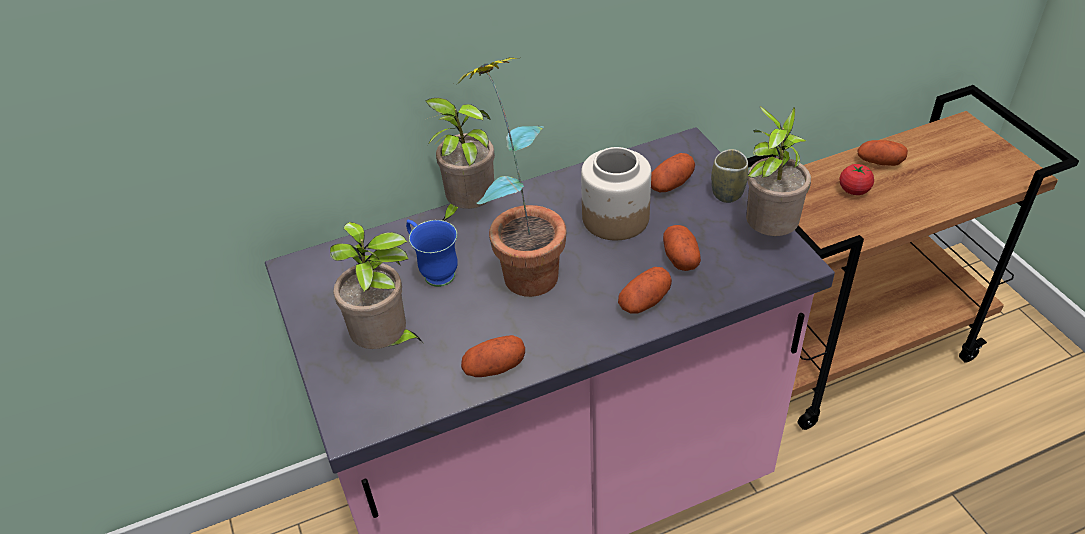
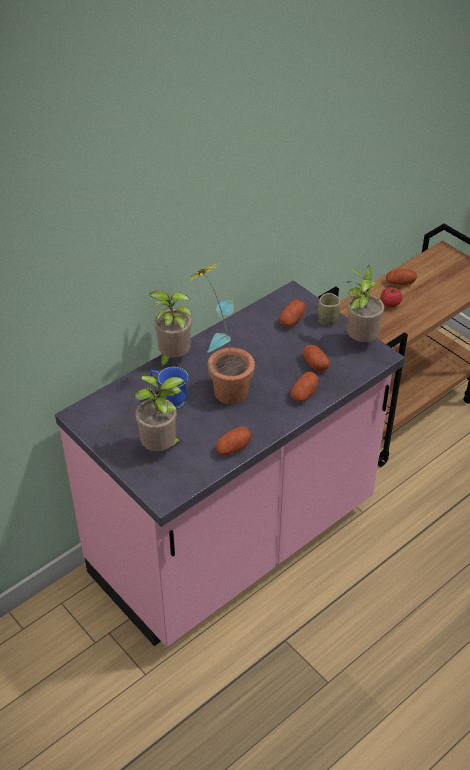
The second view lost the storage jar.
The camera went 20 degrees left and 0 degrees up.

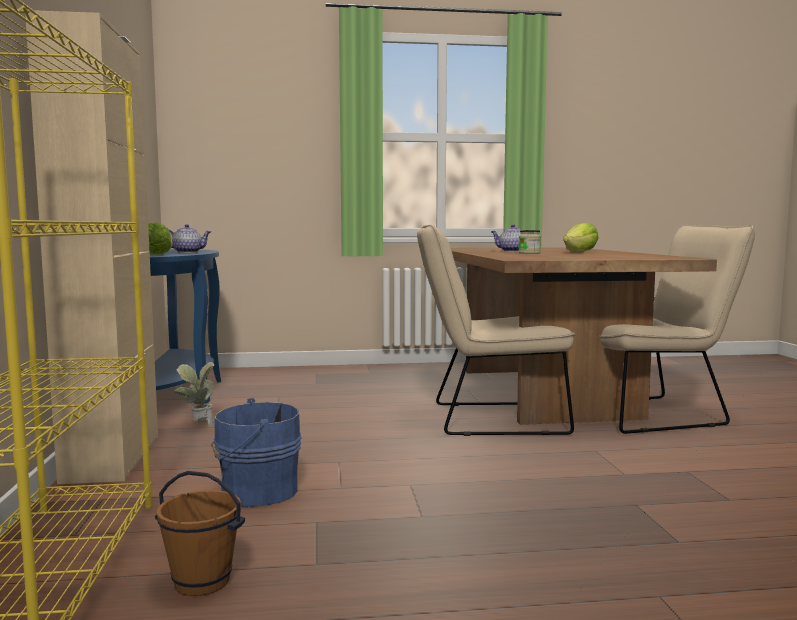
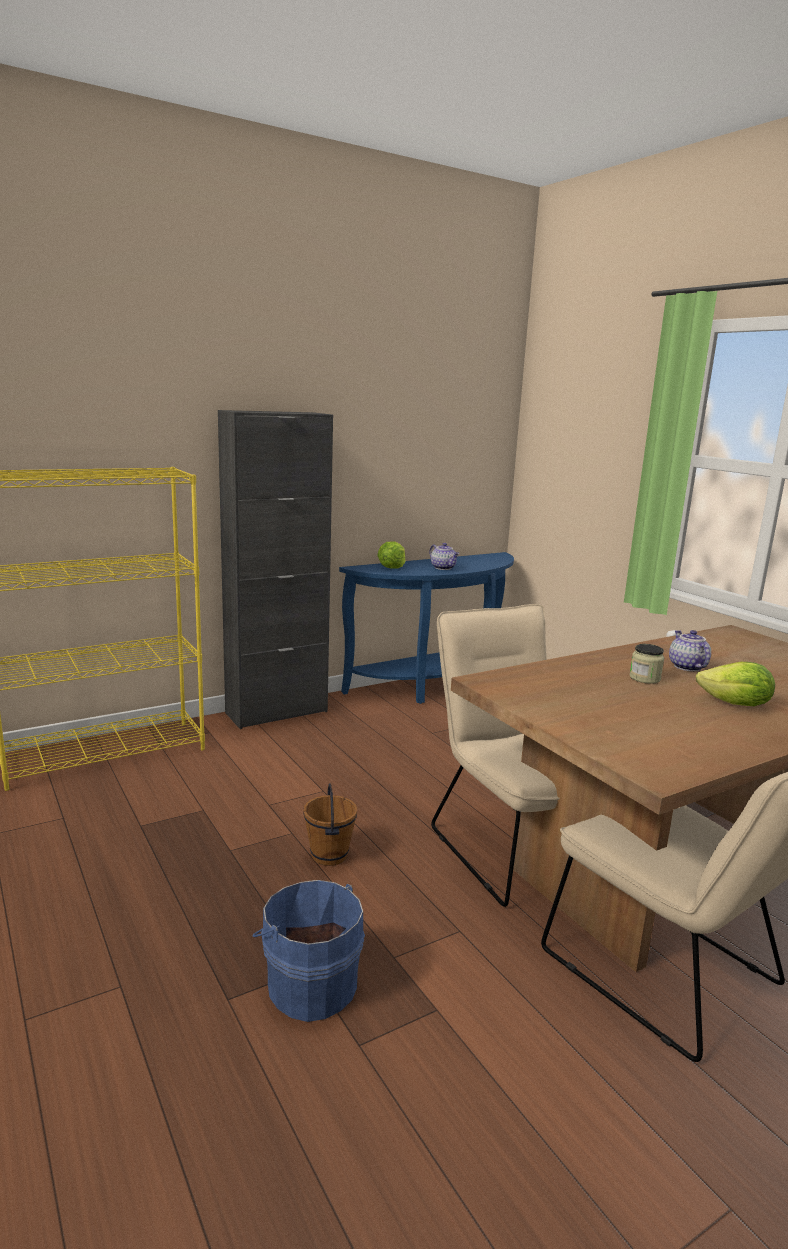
What was the beige-coloured cupboard turned into the black cupboard.
The second view lost the houseplant.
The bluish bucket ended up elsewhere.
The brown-coloured bucket ended up elsewhere.
The camera went 65 degrees right and 10 degrees up.

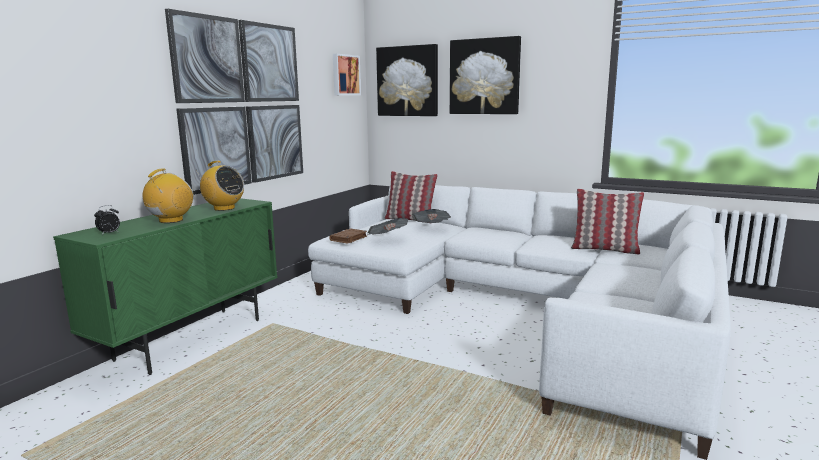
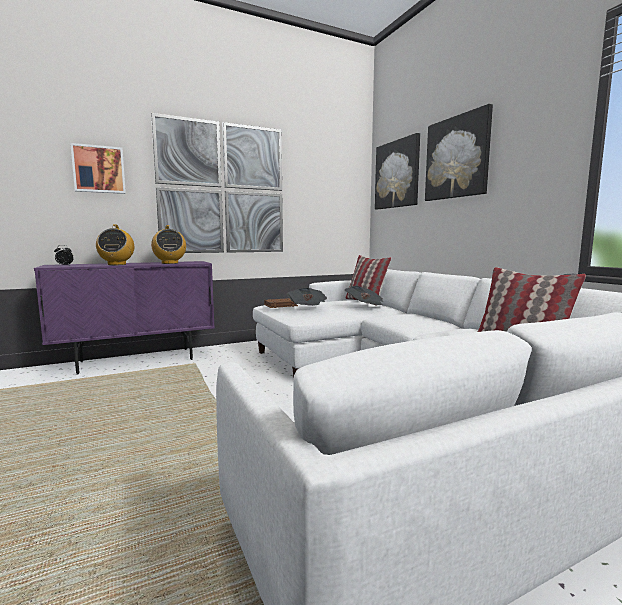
The picture (no. 2 from left in the first image) ended up elsewhere.
The radio receiver (no. 1 from left) ended up facing another way, 105 degrees clockwise from before.
What was the green-coloured cupboard turned into the purple cupboard.
The camera went 35 degrees right and 5 degrees down.

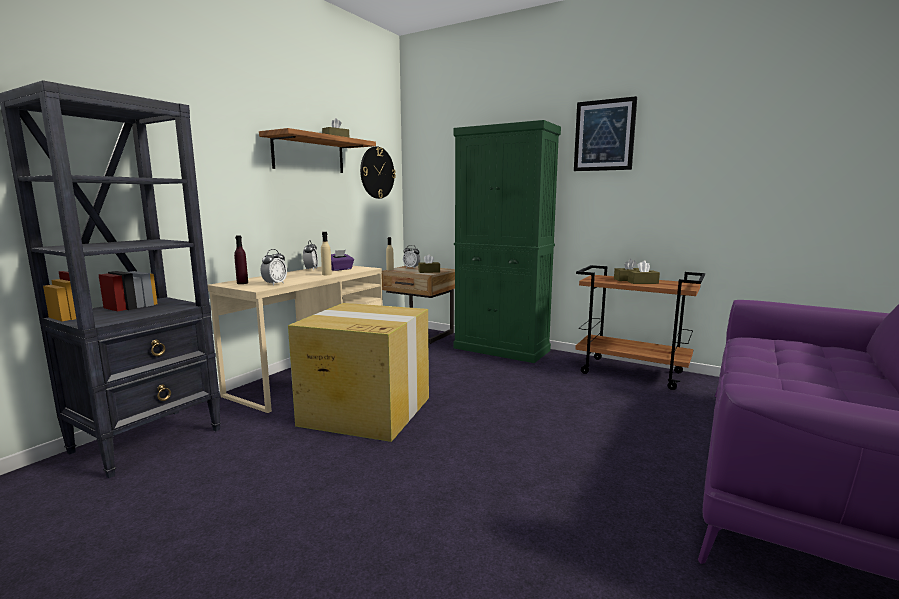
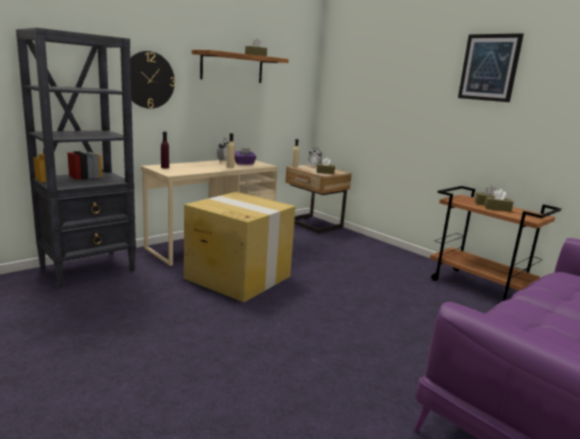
The second view lost the green-coloured cupboard.
The wall clock ended up elsewhere.
The second view lost the alarm clock (no. 1 from left).
The camera went 15 degrees right and 5 degrees up.

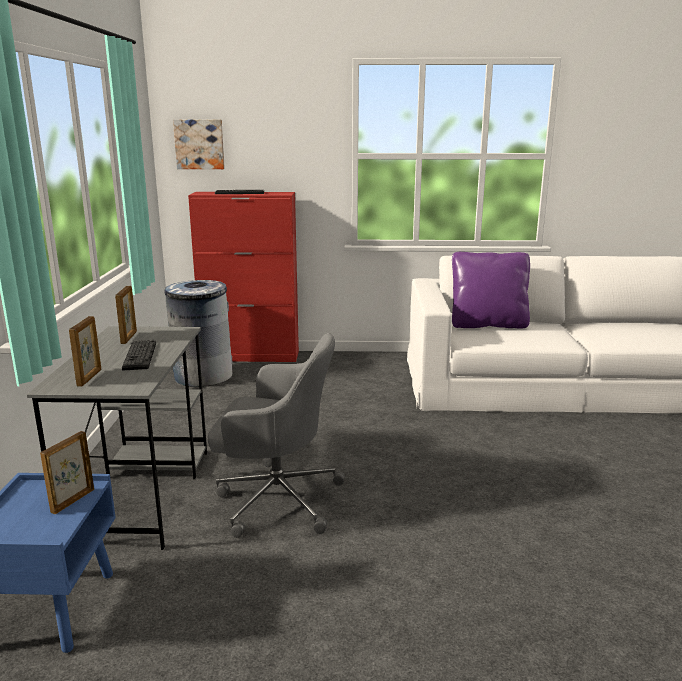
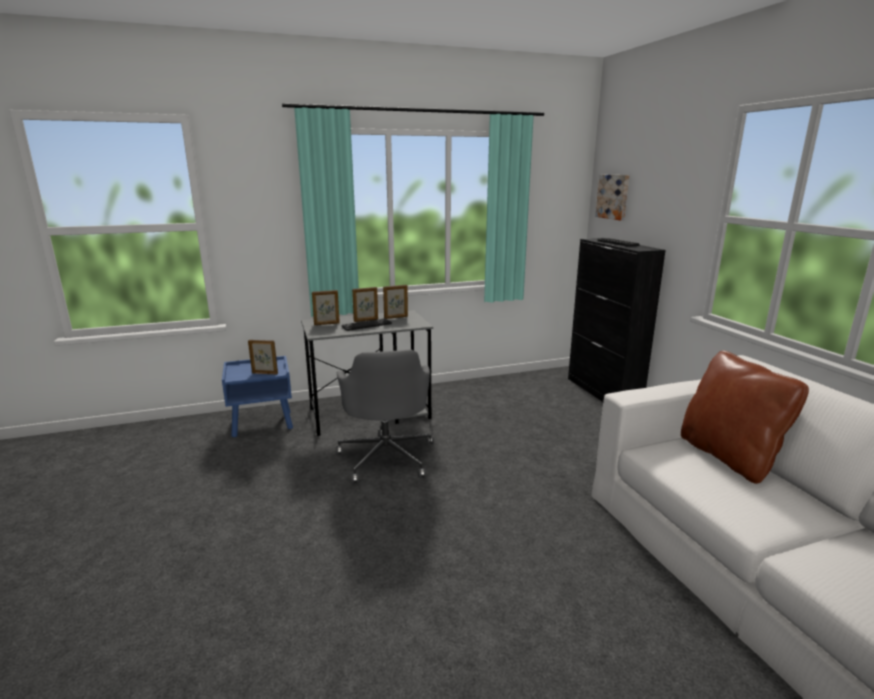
What was the red cupboard turned into the black cupboard.
What was the purple throw pillow turned into the brown-coloured throw pillow.
The second view lost the gray waste bin.
The second view gained the standing frame (no. 3 from left).
The camera went 70 degrees right and 0 degrees up.

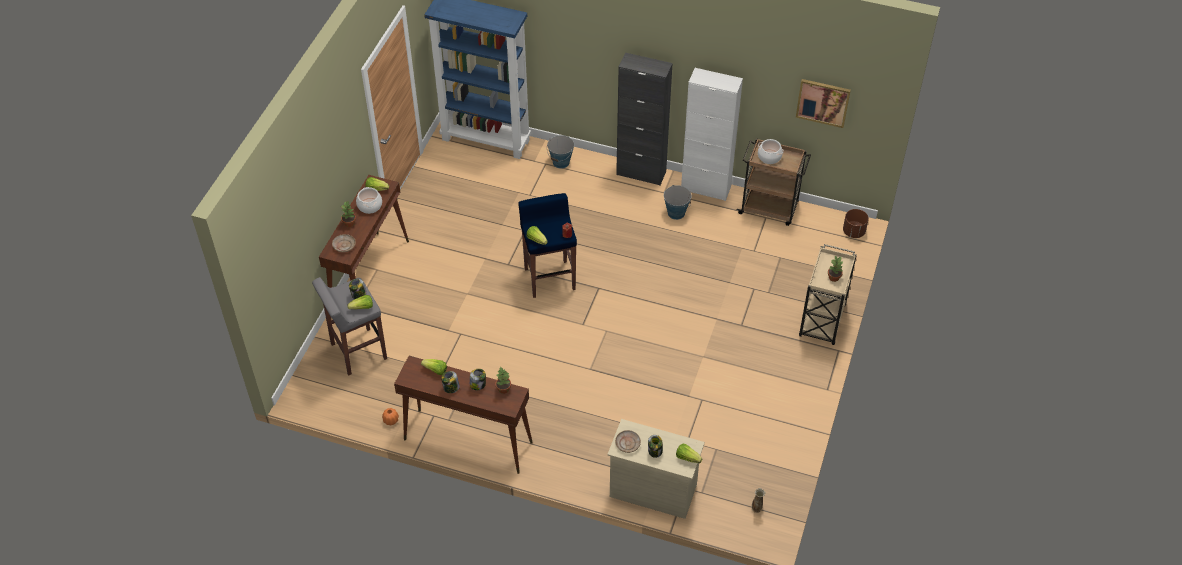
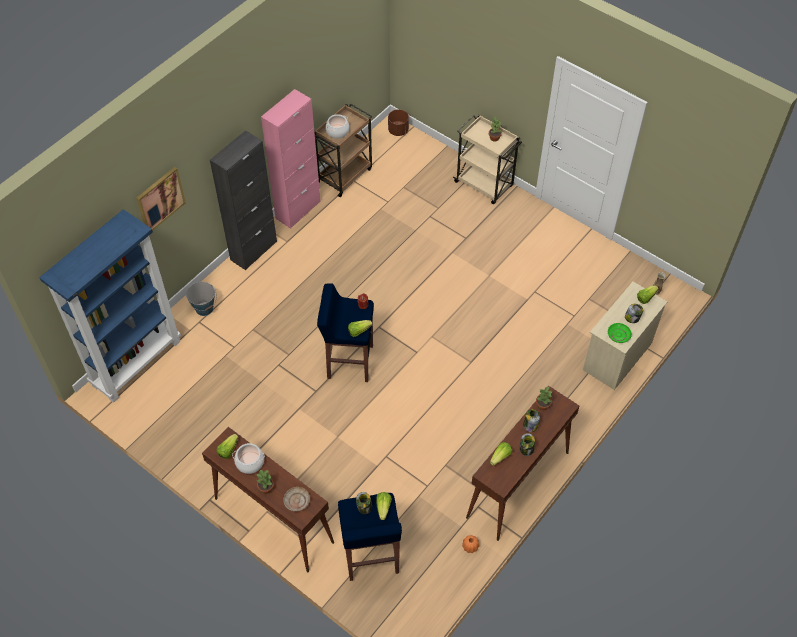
What was the white-coloured cupboard turned into the pinkish cupboard.
The picture ended up elsewhere.
The second view lost the bucket (no. 2 from left).
What was the gray sitting stool turned into the bluish sitting stool (no. 2 from left).
What was the beige-coloured dinner plate (no. 2 from left) turned into the green-coloured dinner plate.
The camera went 70 degrees left and 5 degrees up.

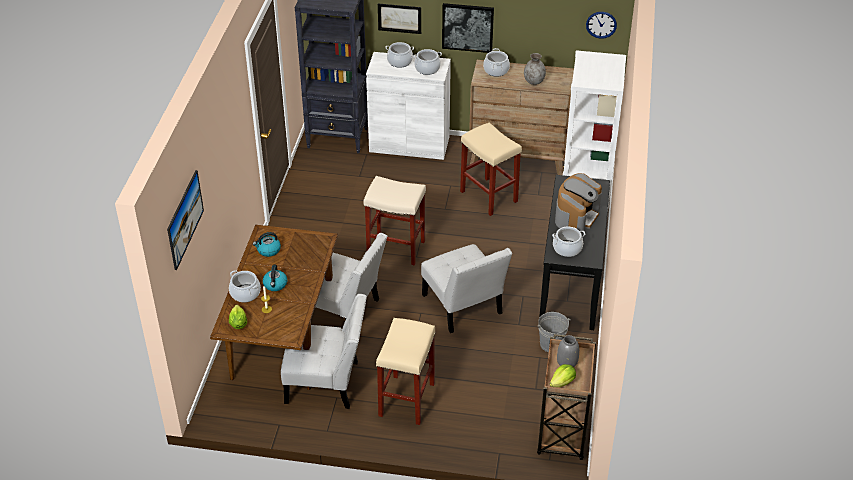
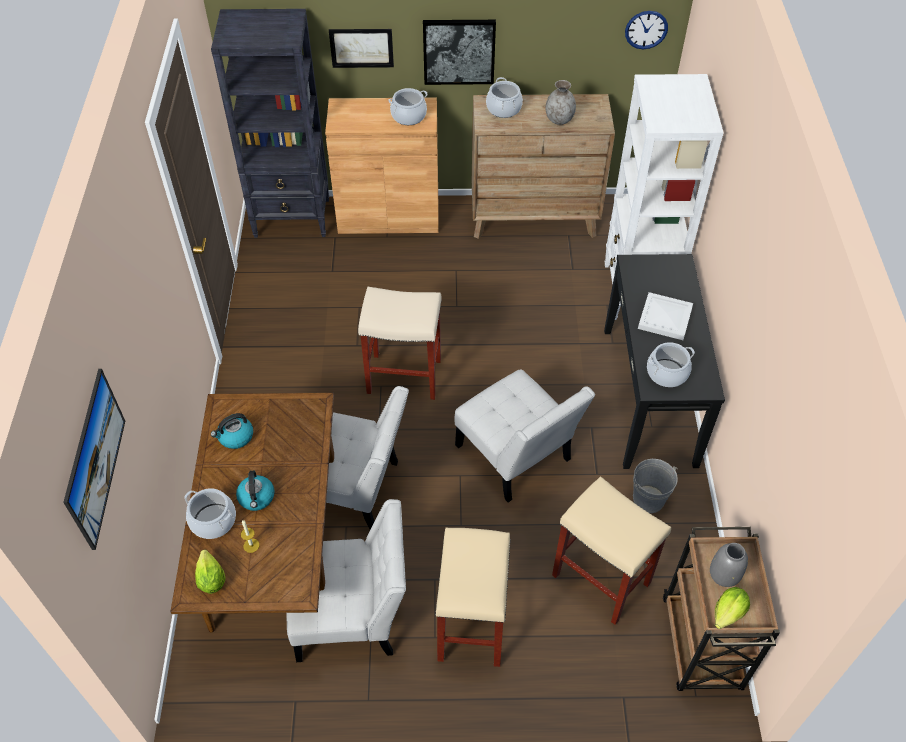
The second view lost the saucepot (no. 2 from left).
What was the white-coloured cupboard turned into the brown-coloured cupboard.
The beige-coloured sitting stool (no. 3 from left) ended up elsewhere.
Where the coffee machine stood, the white-coloured serving tray came to stand.
The camera went 10 degrees left and 10 degrees up.

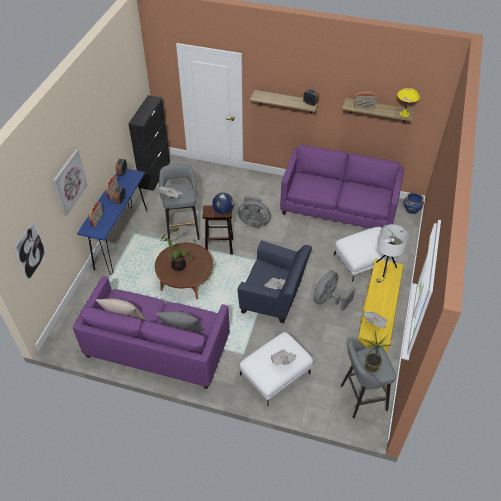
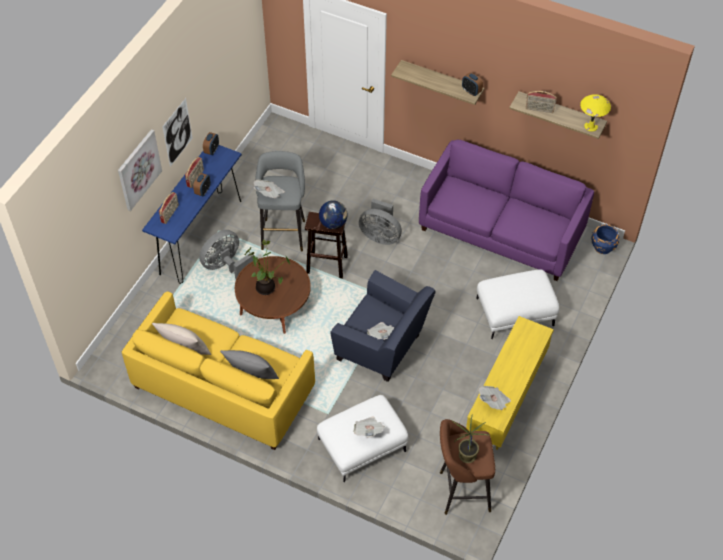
The second view lost the black cupboard.
The picture (no. 1 from left in the first image) ended up elsewhere.
The second view lost the white-coloured table lamp.
The gray fan (no. 2 from left in the first image) ended up elsewhere.
What was the purple settee (no. 1 from left) turned into the yellow settee.
What was the gray sitting stool (no. 2 from left) turned into the brown-coloured sitting stool (no. 2 from left).
The camera went 10 degrees right and 5 degrees up.

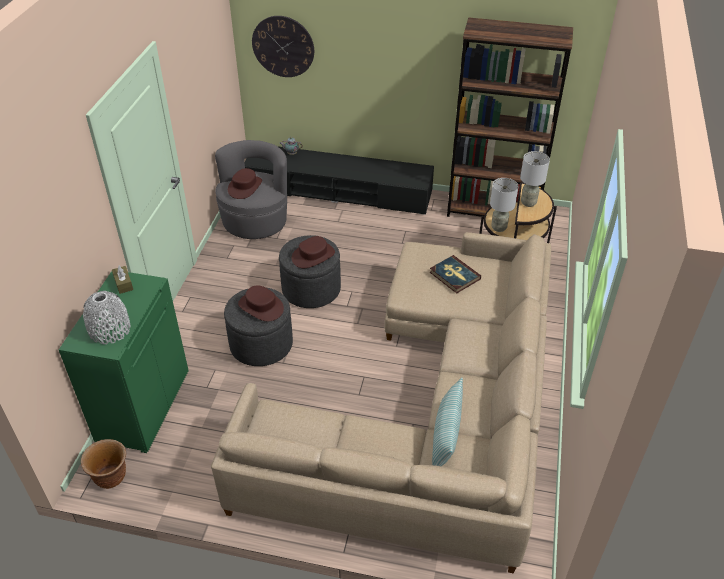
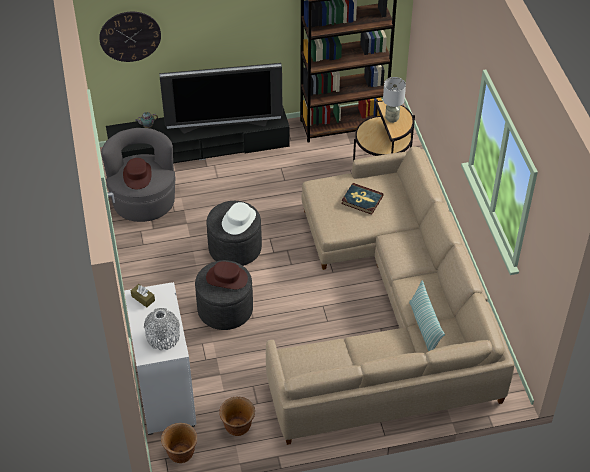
The second view lost the gray table lamp (no. 1 from left).
What was the brown-coloured wearable hat (no. 3 from left) turned into the white-coloured wearable hat.
What was the green-coloured cupboard turned into the white-coloured cupboard.
The second view gained the TV set.
The second view gained the brown-coloured flower pot (no. 2 from left).
The camera went 25 degrees left and 5 degrees up.

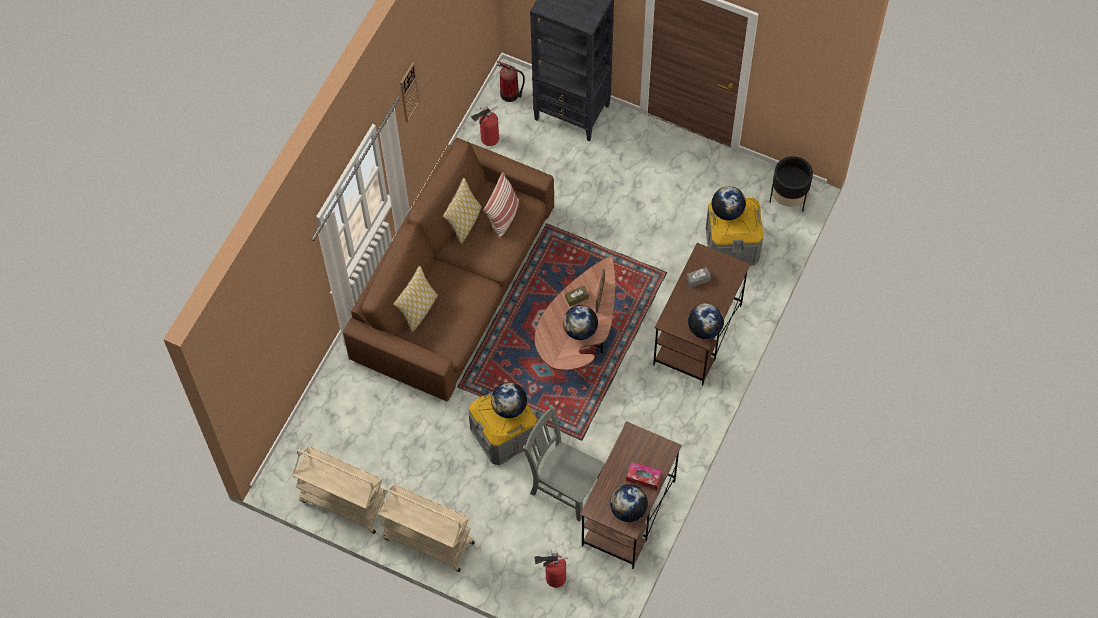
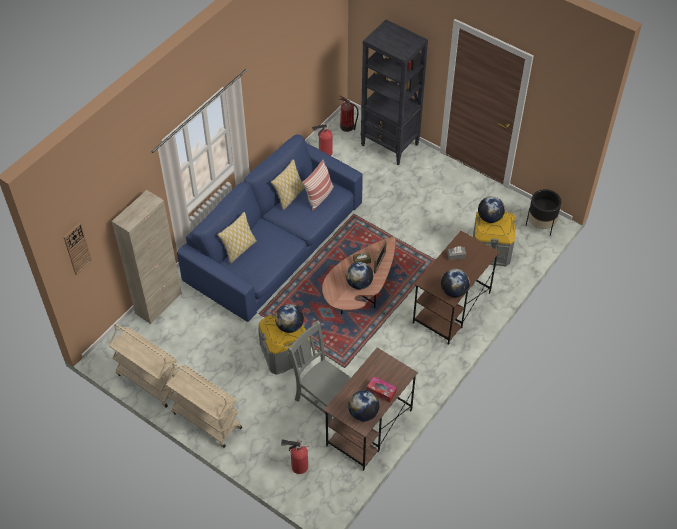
The wall clock ended up elsewhere.
What was the brown-coloured settee turned into the bluish settee.
The second view gained the beige-coloured cupboard.
The camera went 10 degrees right and 10 degrees down.

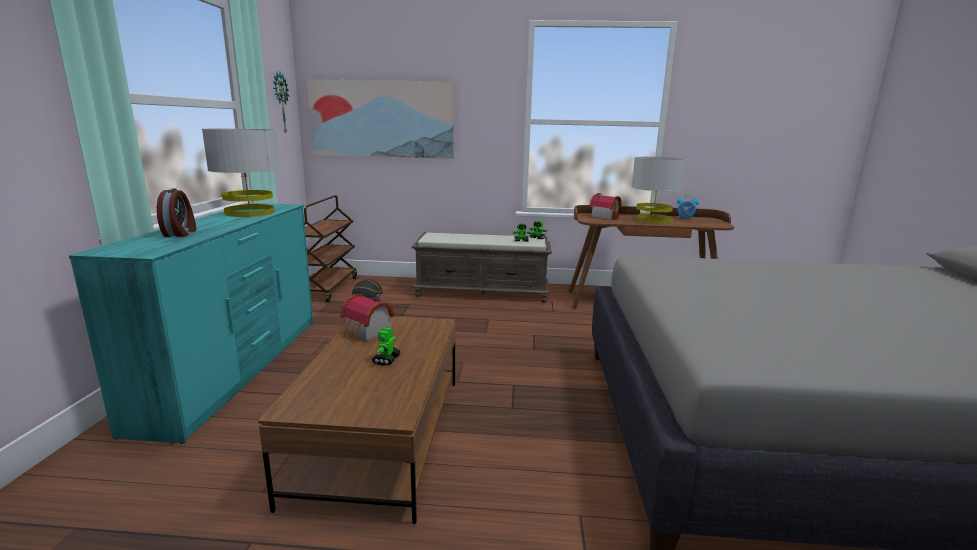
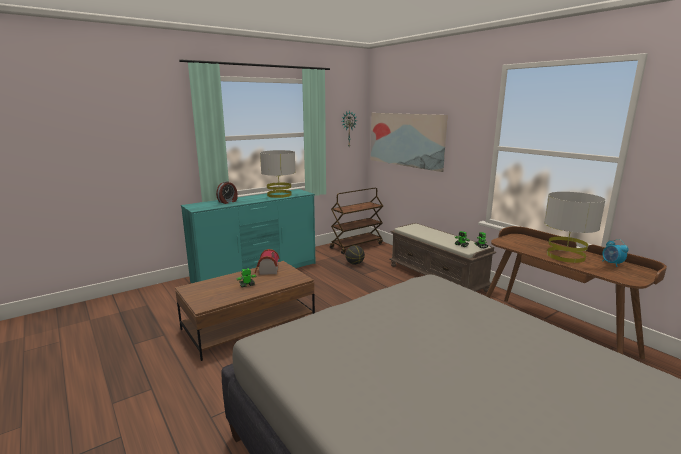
The second view lost the model house (no. 2 from left).
The camera went 50 degrees right and 0 degrees up.

